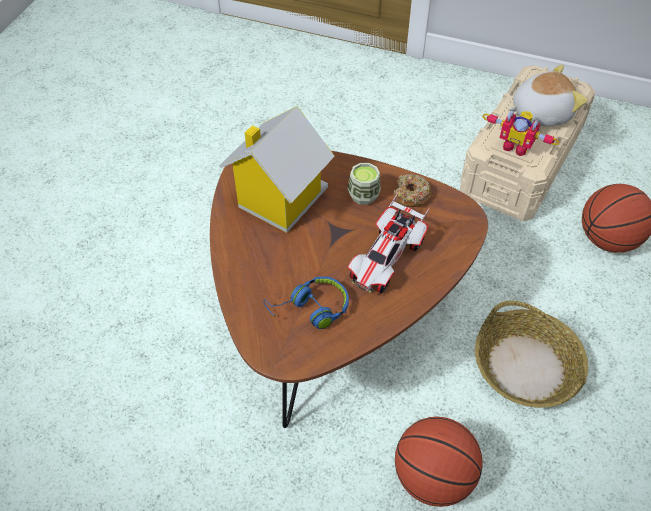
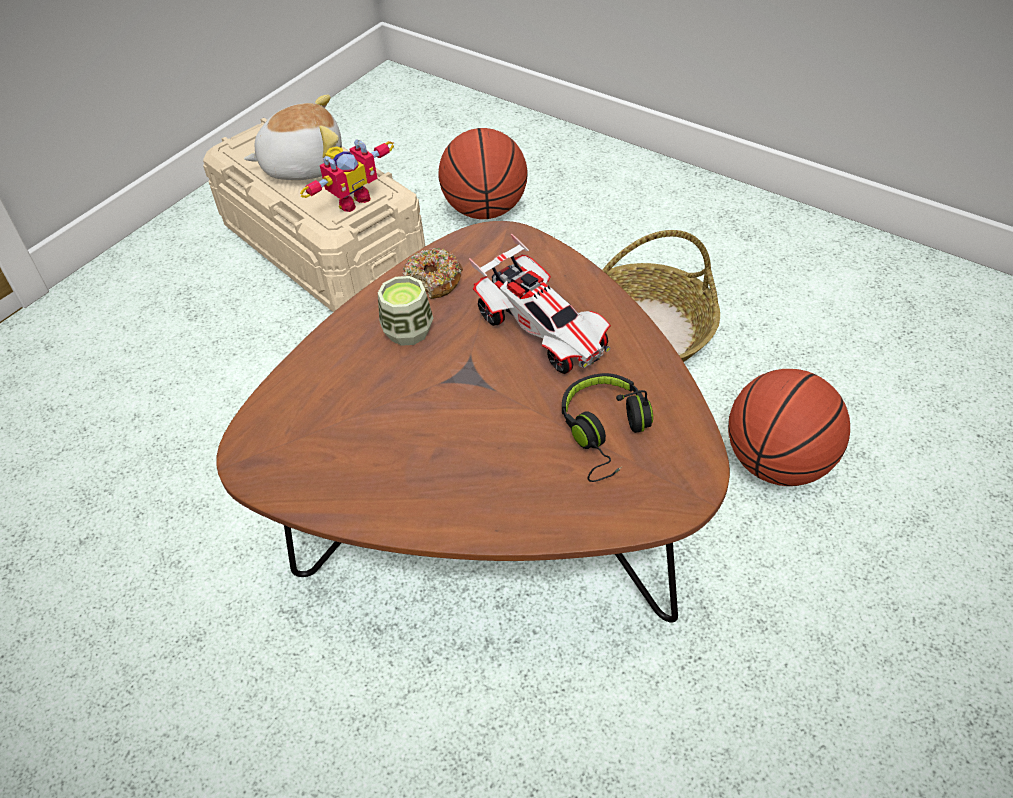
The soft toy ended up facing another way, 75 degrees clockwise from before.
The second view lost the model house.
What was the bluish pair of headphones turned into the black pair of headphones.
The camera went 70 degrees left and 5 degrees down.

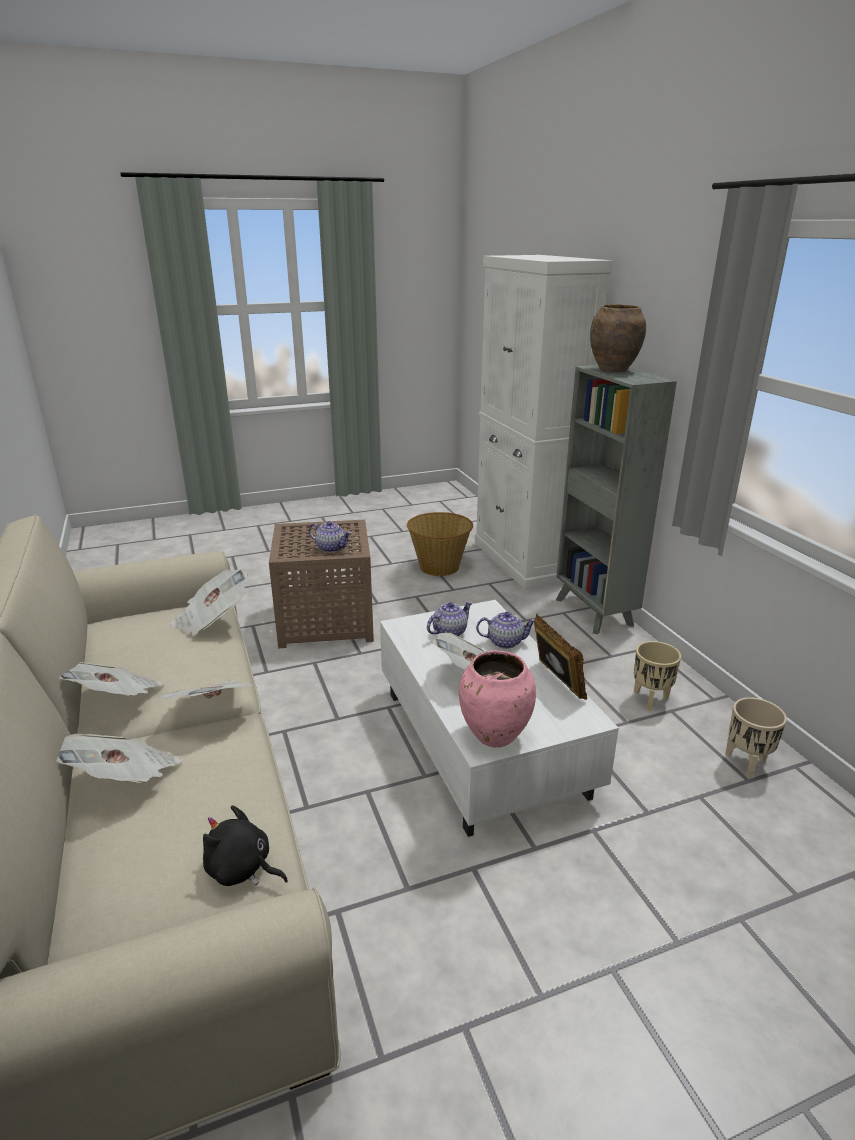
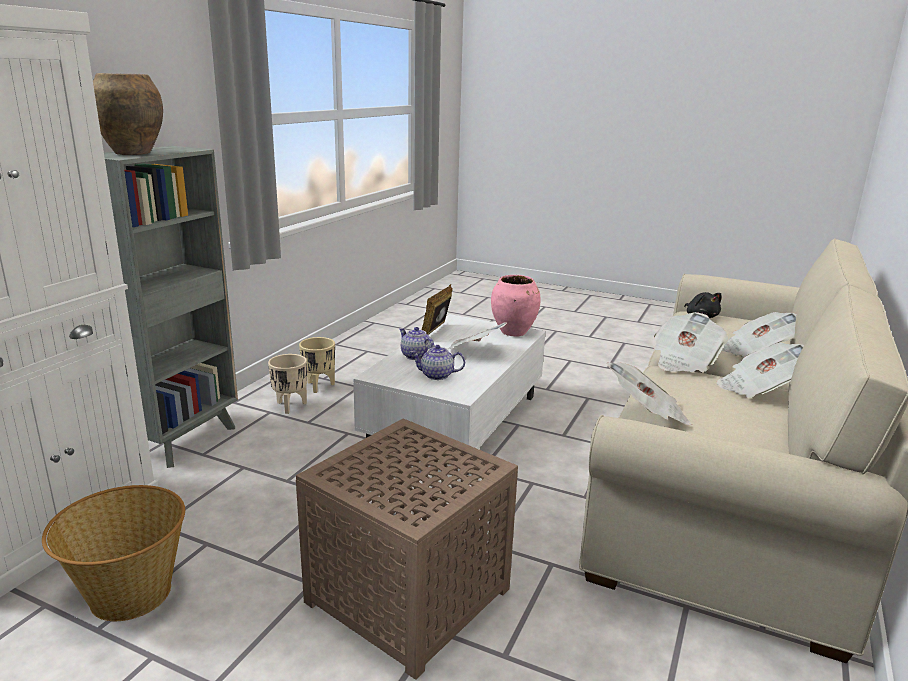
The second view lost the teapot (no. 1 from left).
The beige-coloured flower pot (no. 2 from left in the first image) ended up elsewhere.
The camera went 135 degrees left and 5 degrees down.

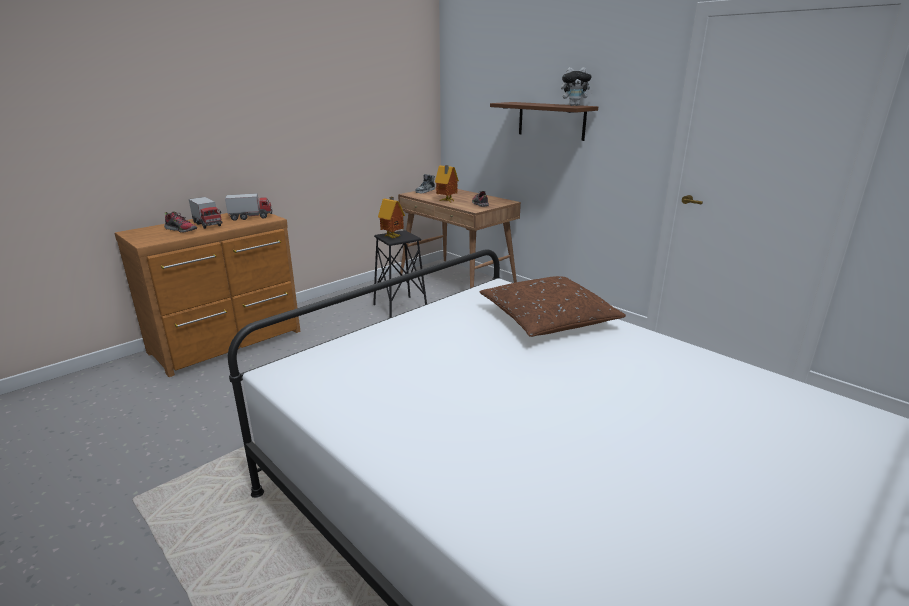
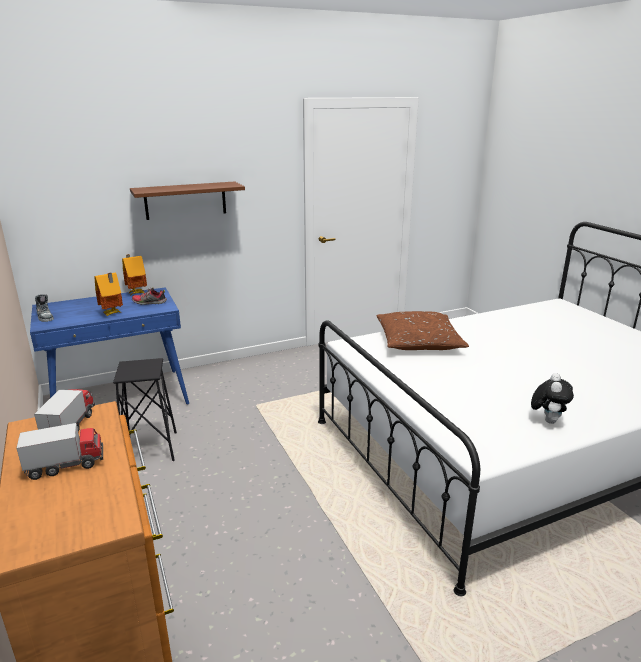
The soft toy ended up elsewhere.
What was the brown-coloured desk unit turned into the bluish desk unit.
The model house (no. 1 from left in the first image) ended up elsewhere.
The second view lost the low shoe (no. 1 from left).
The camera went 70 degrees left and 0 degrees up.

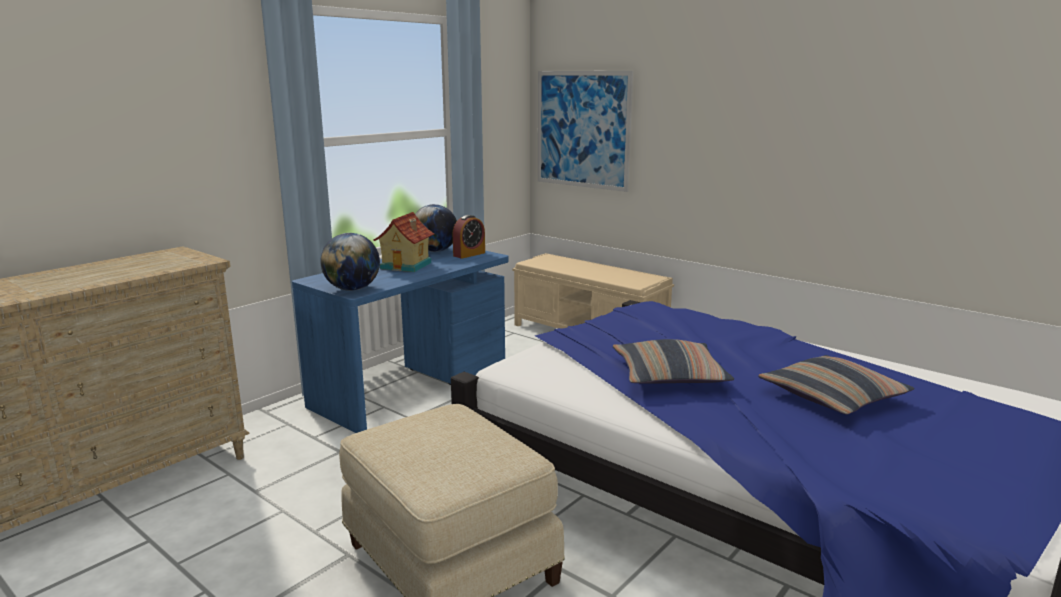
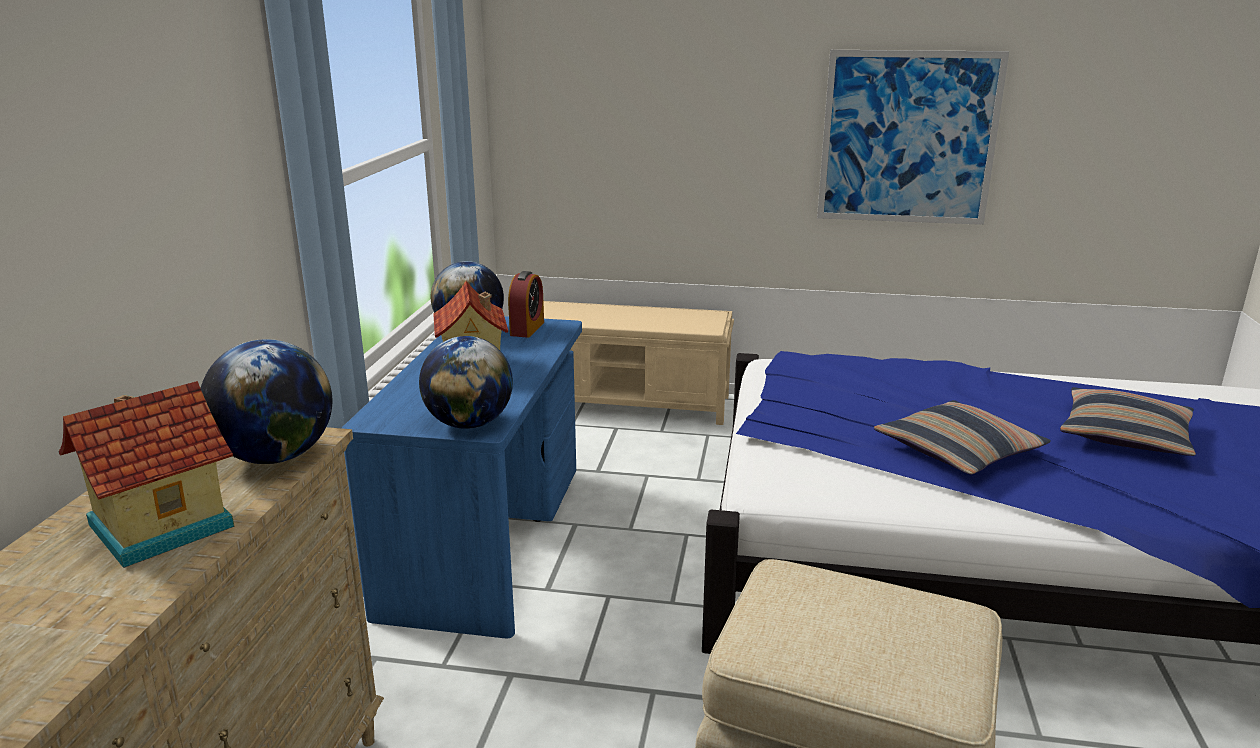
The picture ended up elsewhere.
The second view gained the desk globe (no. 1 from left).
The second view gained the model house (no. 1 from left).
The camera went 30 degrees left and 5 degrees up.

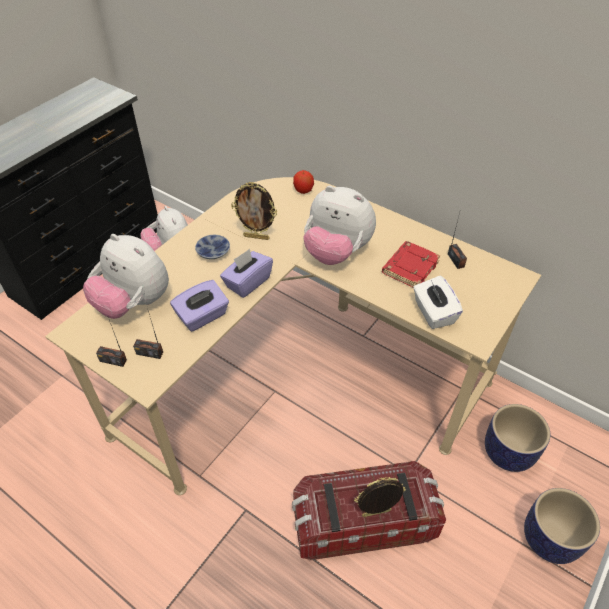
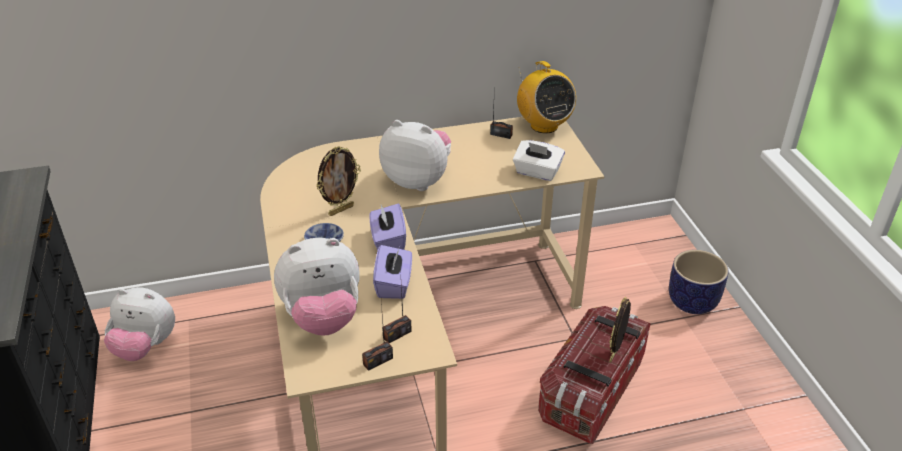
The second view lost the apple.
The soft toy (no. 3 from left) ended up facing another way, 135 degrees counterclockwise from before.
The second view lost the red volume.
The second view lost the flower pot (no. 1 from left).
The second view gained the radio receiver (no. 4 from left).
The camera went 50 degrees left and 10 degrees down.

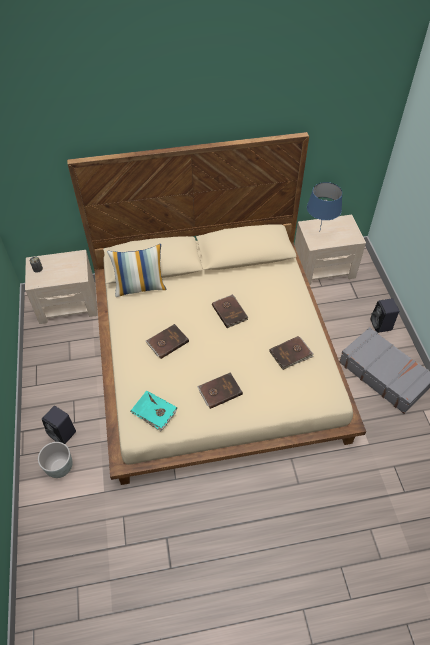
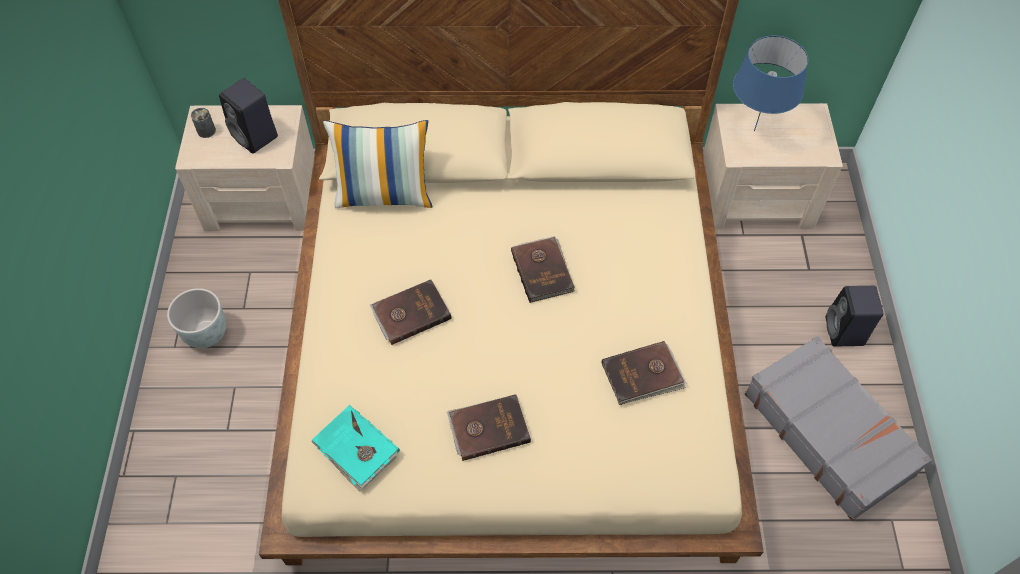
The black speaker (no. 1 from left) ended up elsewhere.
The gray flower pot ended up elsewhere.
The camera went 10 degrees right and 5 degrees up.

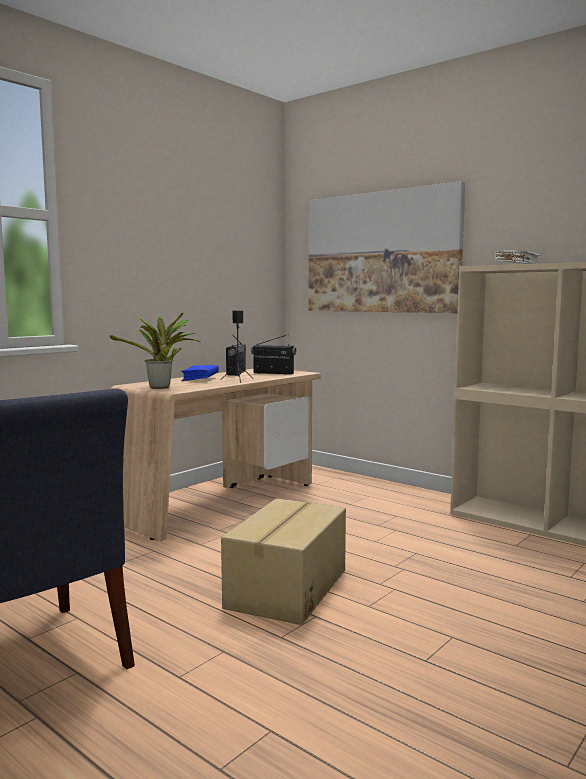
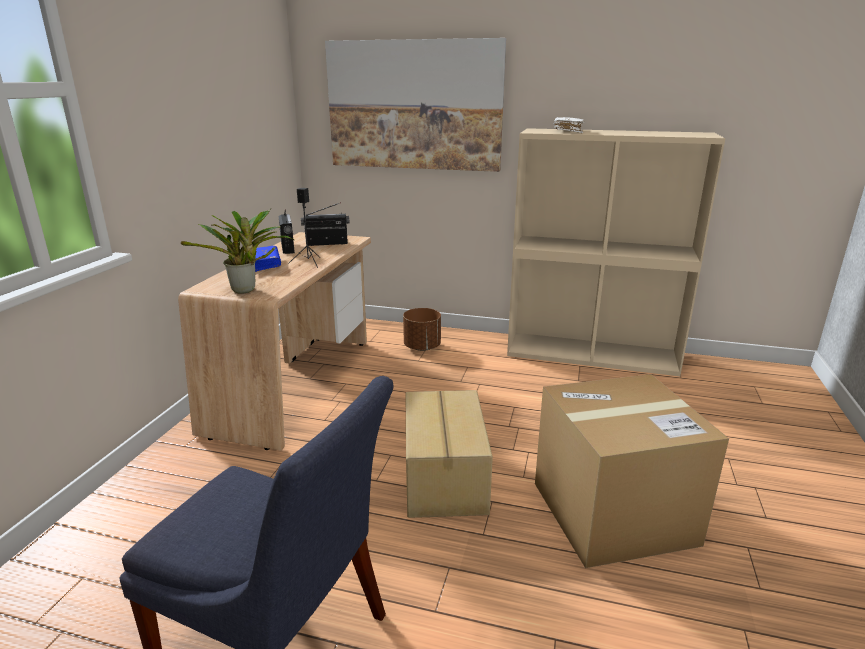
The second view gained the brown-coloured flower pot.
The second view gained the packing box (no. 2 from left).
The camera went 25 degrees left and 15 degrees up.

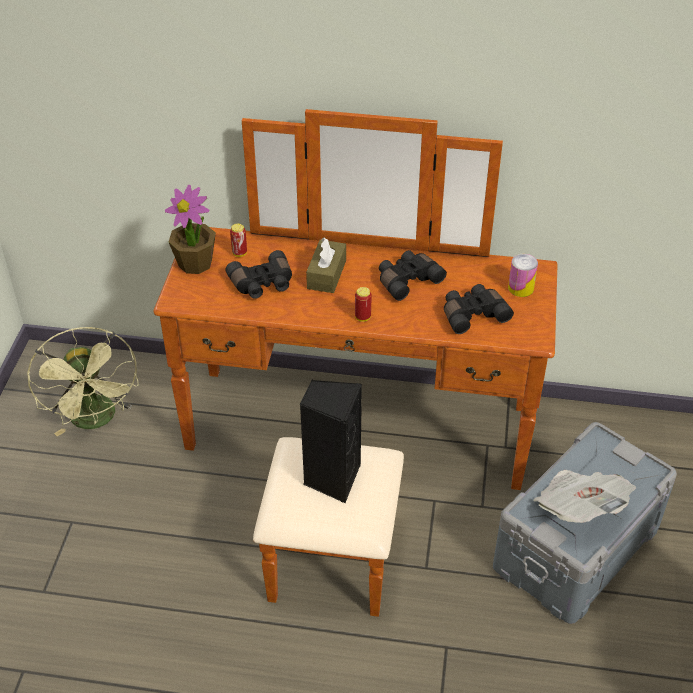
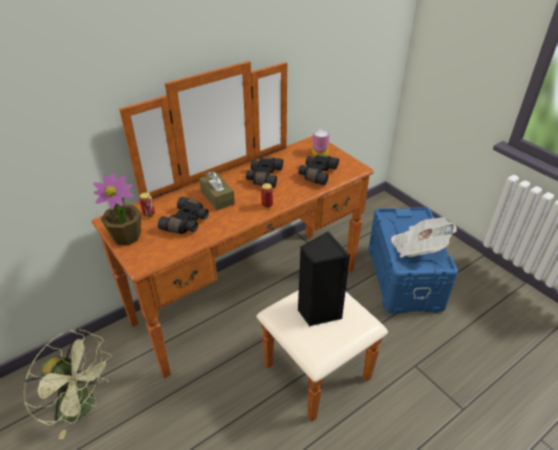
What was the gray storage box turned into the bluish storage box.
The camera went 45 degrees left and 5 degrees down.

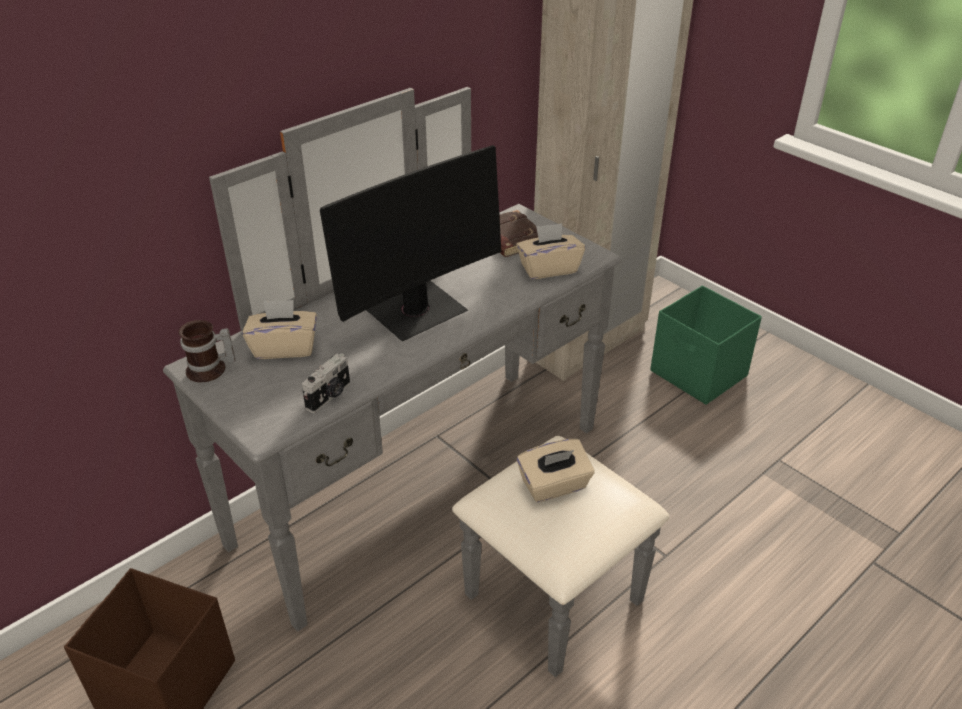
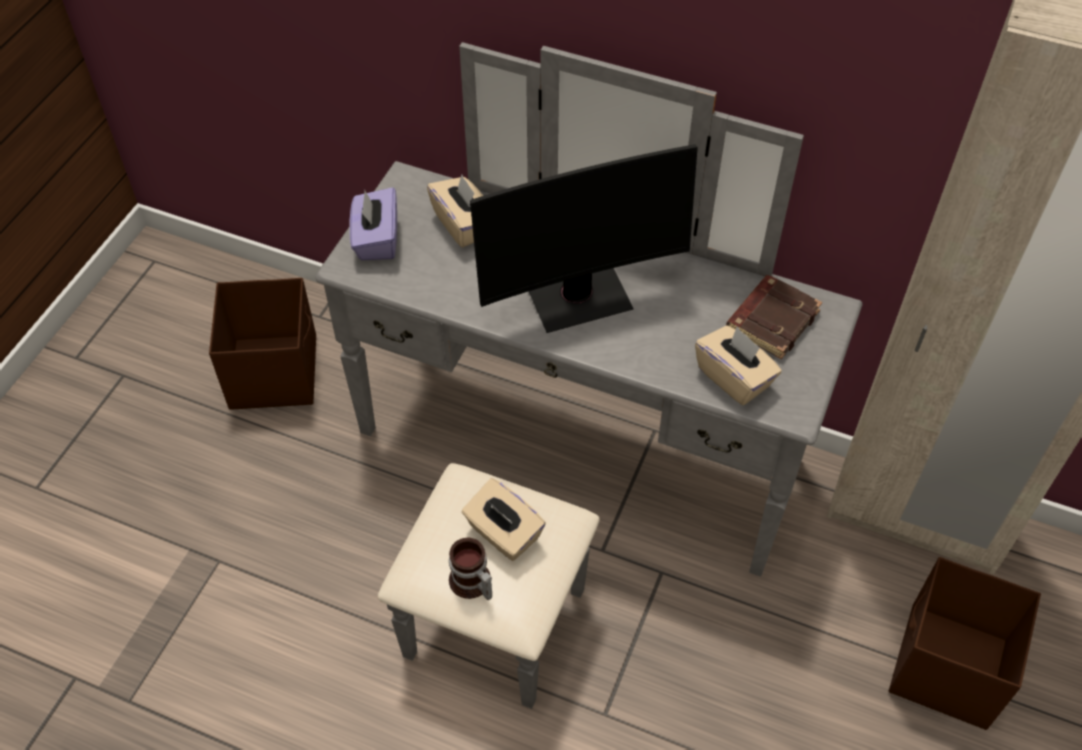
The computer screen ended up facing another way, 45 degrees counterclockwise from before.
What was the green-coloured storage box turned into the brown-coloured storage box (no. 2 from left).
The mug ended up elsewhere.
The second view lost the photo camera.
The second view gained the purple tissue holder.
The camera went 65 degrees right and 15 degrees up.

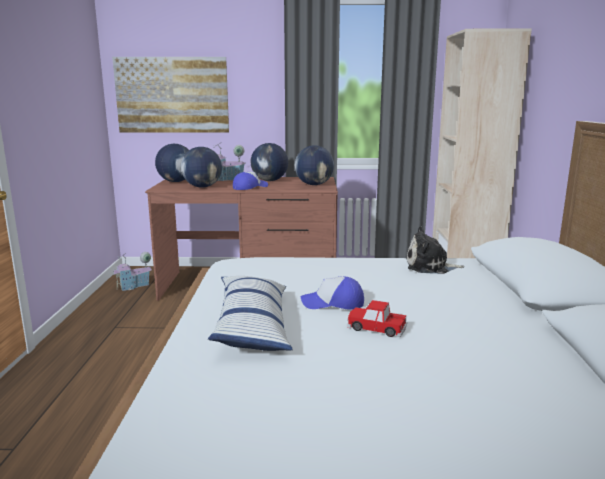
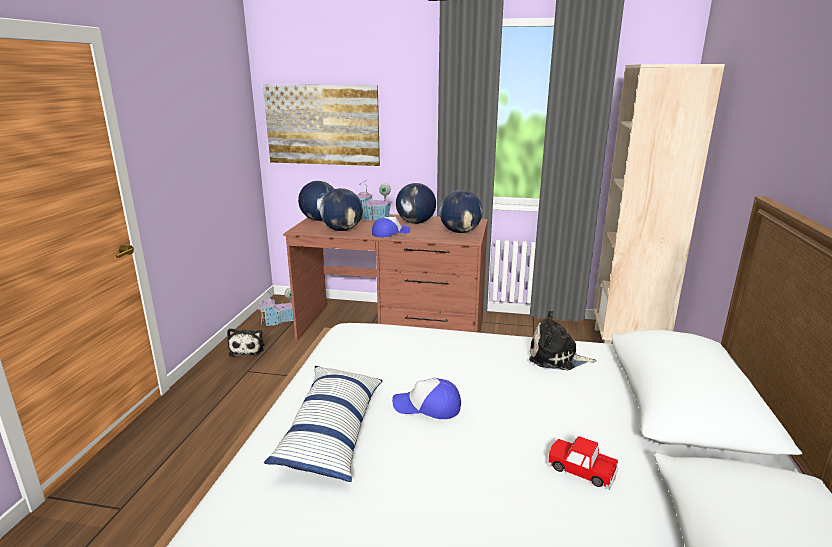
The toy car ended up elsewhere.
The second view gained the soft toy (no. 1 from left).
The camera went 10 degrees right and 5 degrees up.

